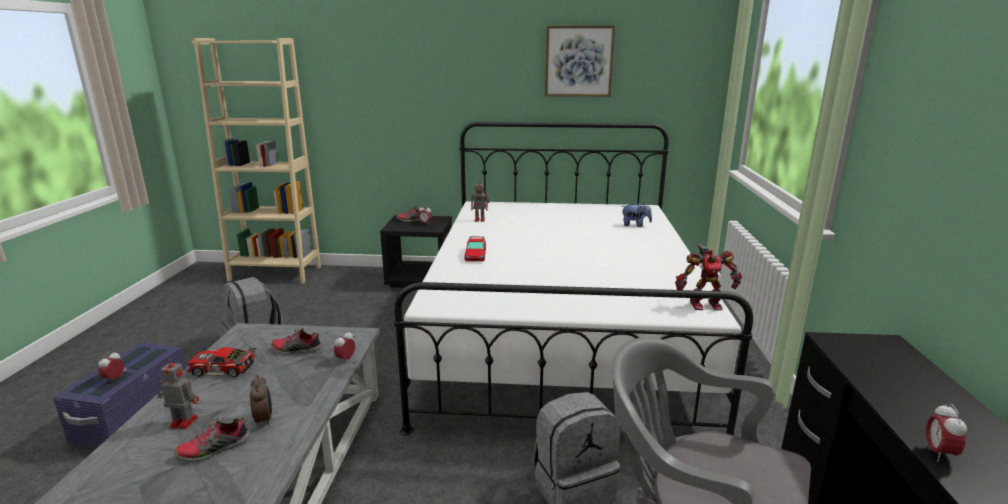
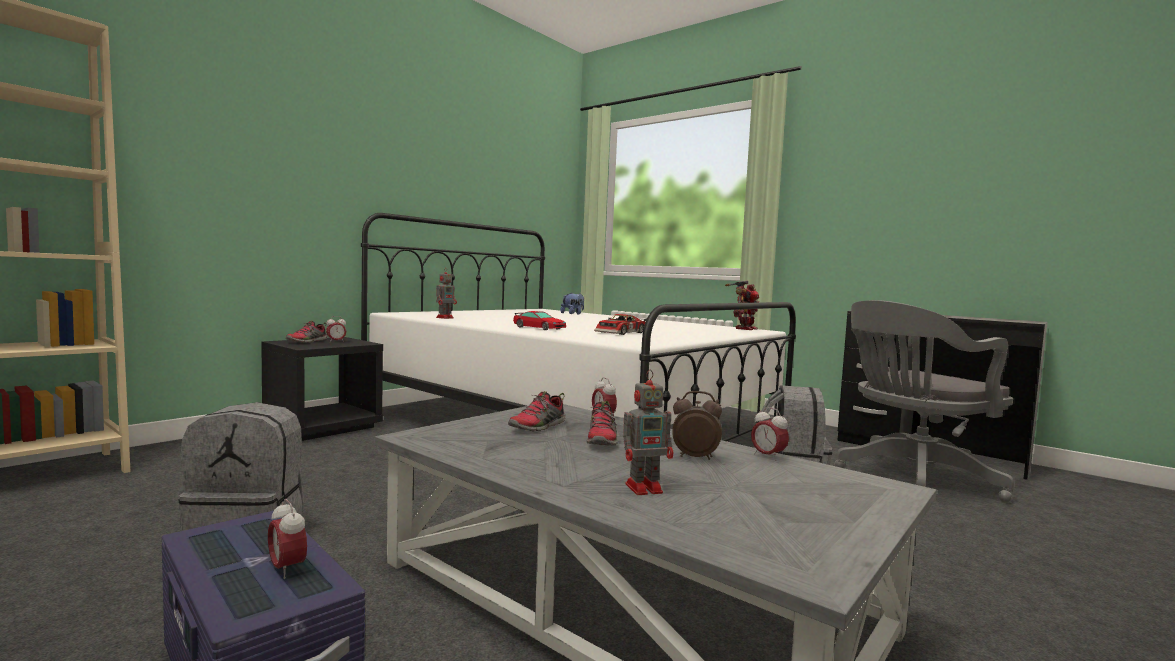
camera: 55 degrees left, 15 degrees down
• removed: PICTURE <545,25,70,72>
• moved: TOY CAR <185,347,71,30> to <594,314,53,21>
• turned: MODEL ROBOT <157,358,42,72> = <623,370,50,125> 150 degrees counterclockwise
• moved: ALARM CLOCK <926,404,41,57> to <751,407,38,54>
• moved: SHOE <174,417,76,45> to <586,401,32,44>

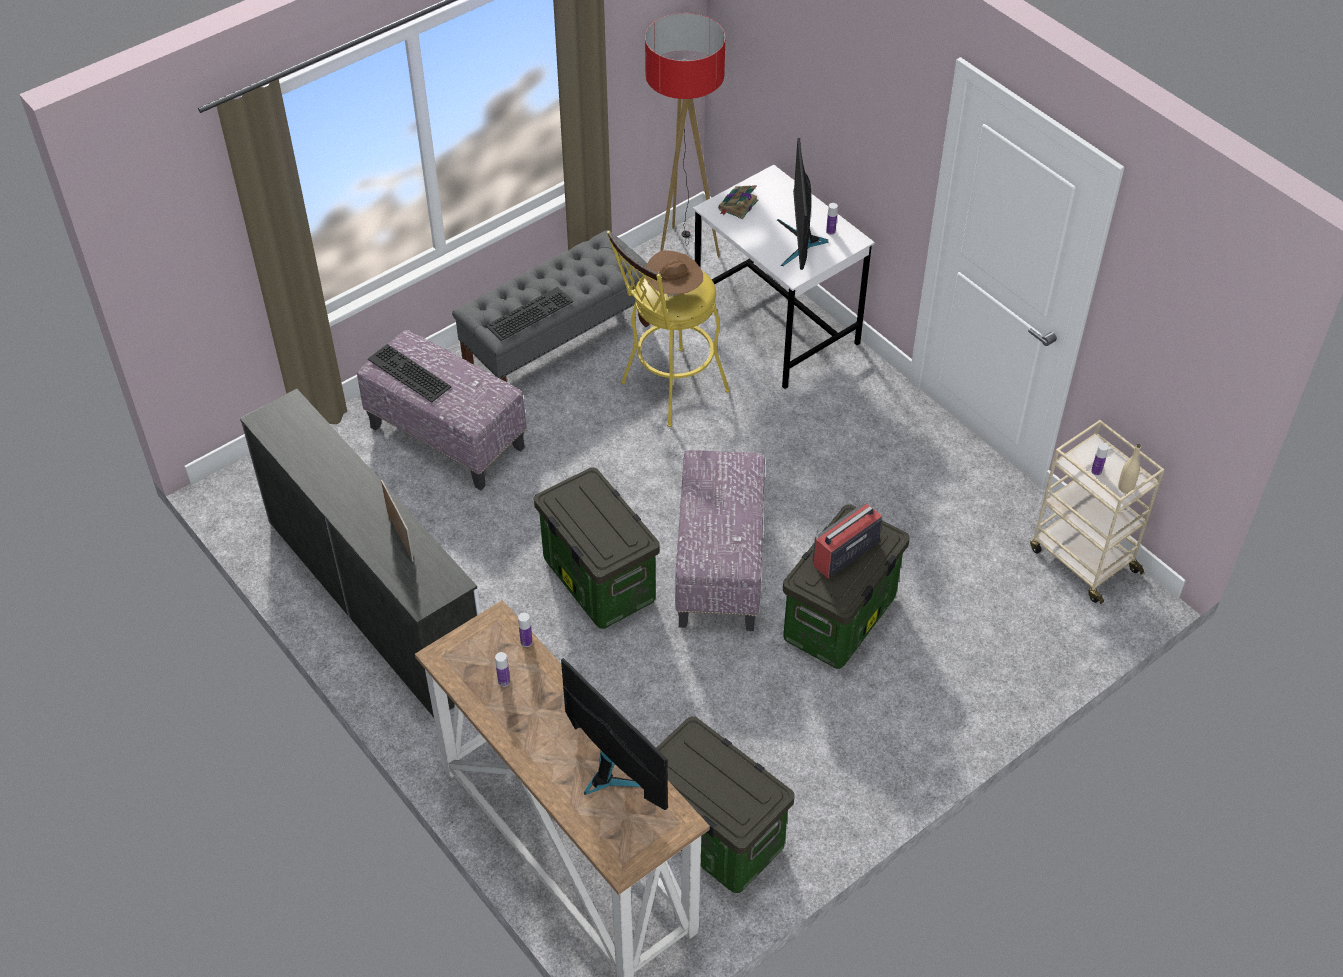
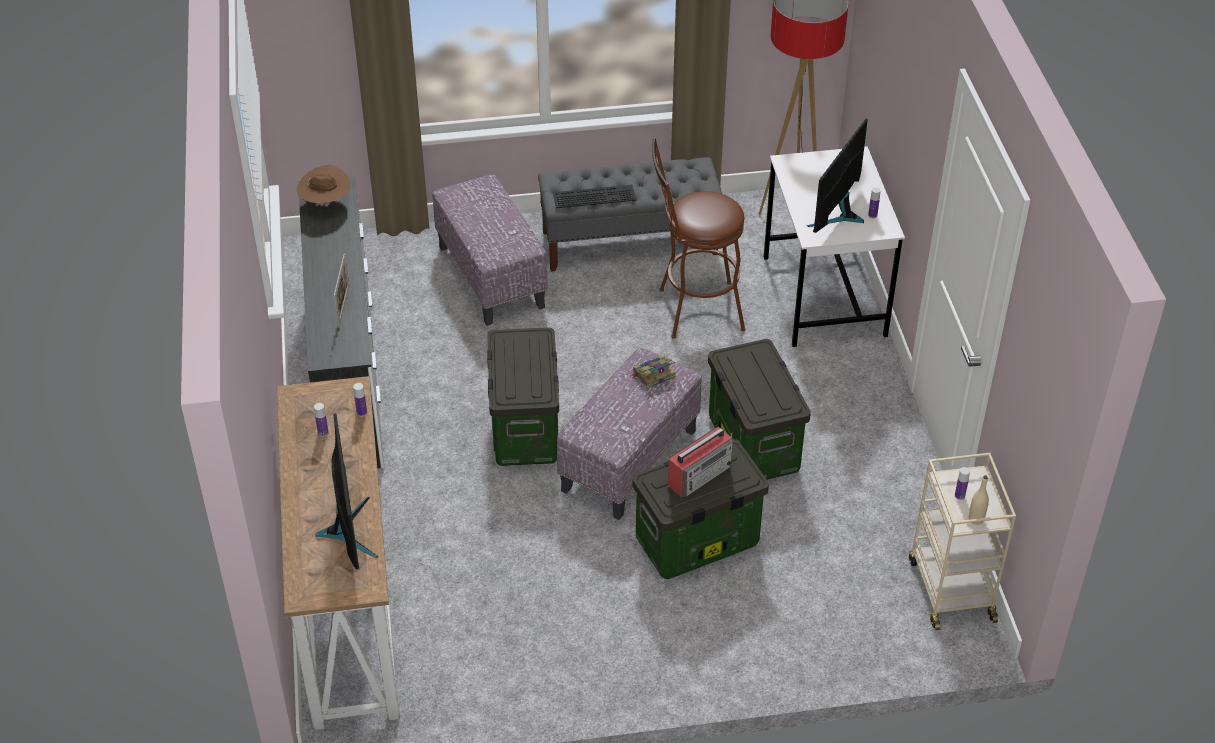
camera: 30 degrees right, 5 degrees down
• moved: BOUND BOOK <718,185,40,34> to <630,355,46,34>
• recoloured: YELLOW-COLOURED STOOL SEAT <607,231,123,196> to BROWN-COLOURED STOOL SEAT <652,137,93,202>
• moved: BROWN-COLOURED HAT <646,250,57,47> to <297,164,53,43>
• removed: KEYBOARD <368,344,83,58>
• turned: RADIO <813,503,69,75> = <668,427,65,70> 150 degrees clockwise
• moved: STORAGE BIN <656,716,139,177> to <708,339,103,141>

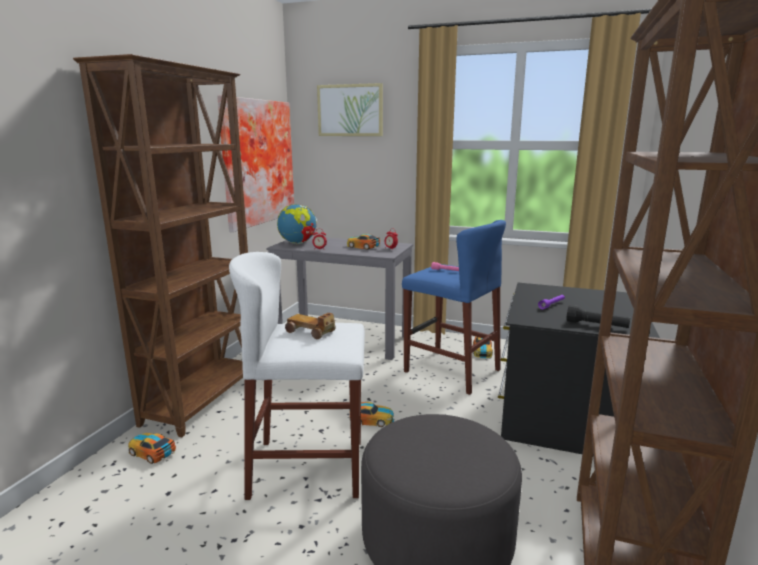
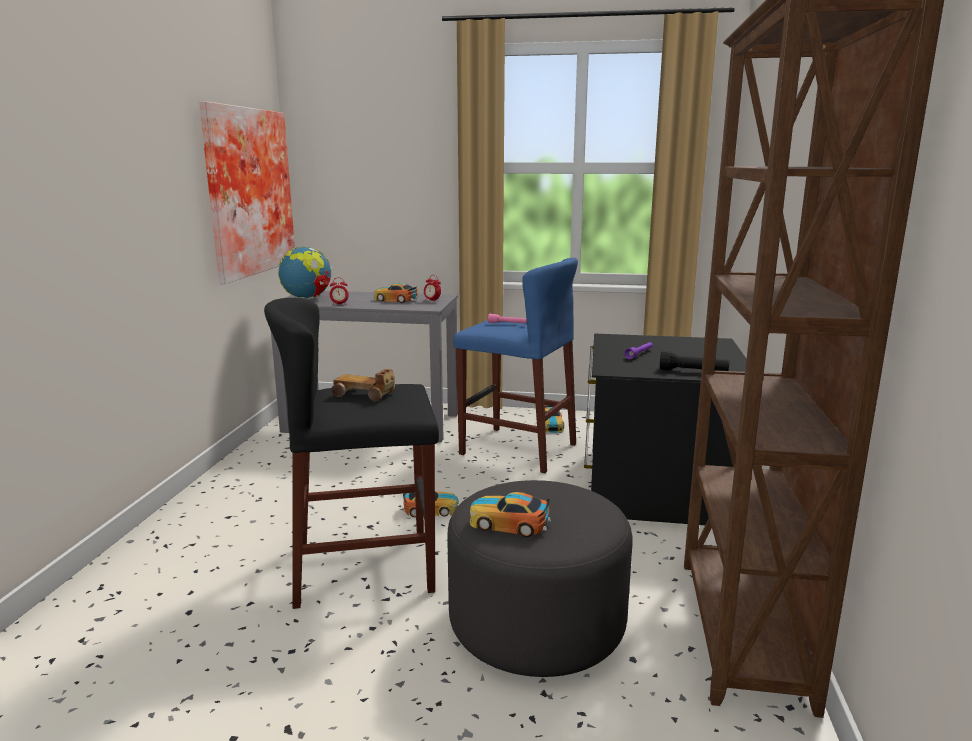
camera: 10 degrees left, 0 degrees up
• removed: BROWN-COLOURED BOOKSHELF <73,54,175,383>
• removed: PICTURE <317,83,66,53>
• recoloured: WHITE-COLOURED STOOL SEAT <229,252,136,248> to BLACK-COLOURED STOOL SEAT <264,298,175,311>
• moved: TOY CAR <128,433,48,31> to <470,492,81,45>

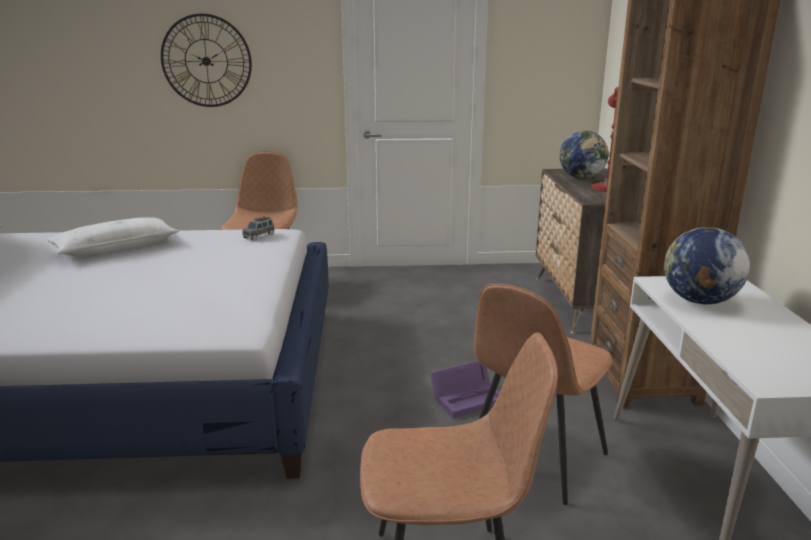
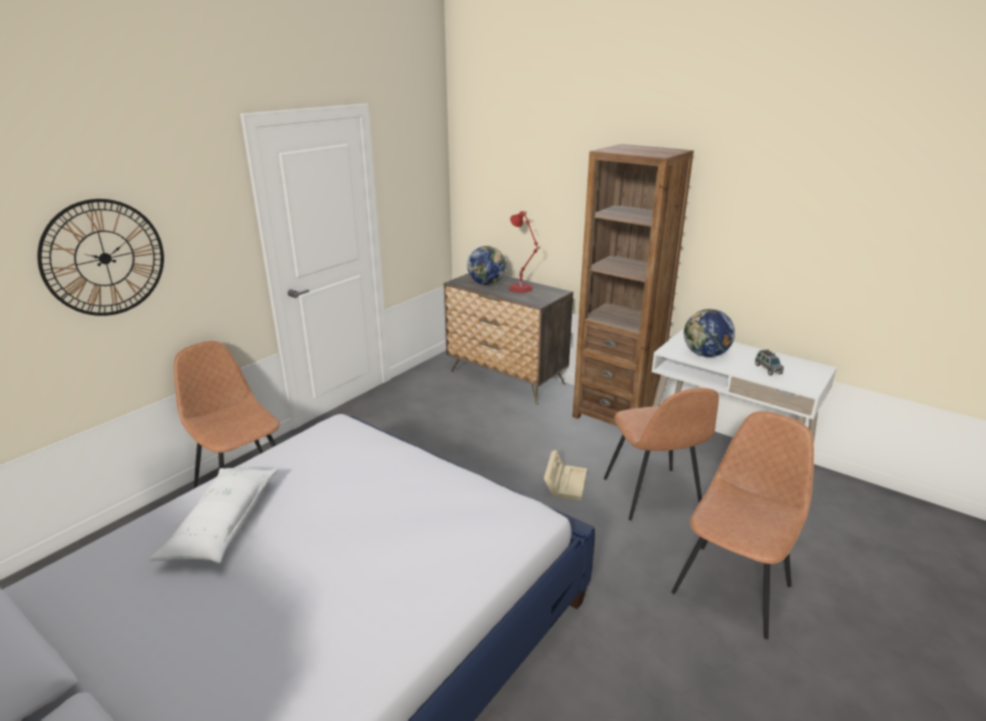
camera: 50 degrees left, 5 degrees up
• moved: GRAY TOY CAR <242,216,33,25> to <755,349,29,26>
• recoloured: PURPLE STORAGE BIN <430,360,70,59> to BEIGE STORAGE BIN <544,450,43,51>

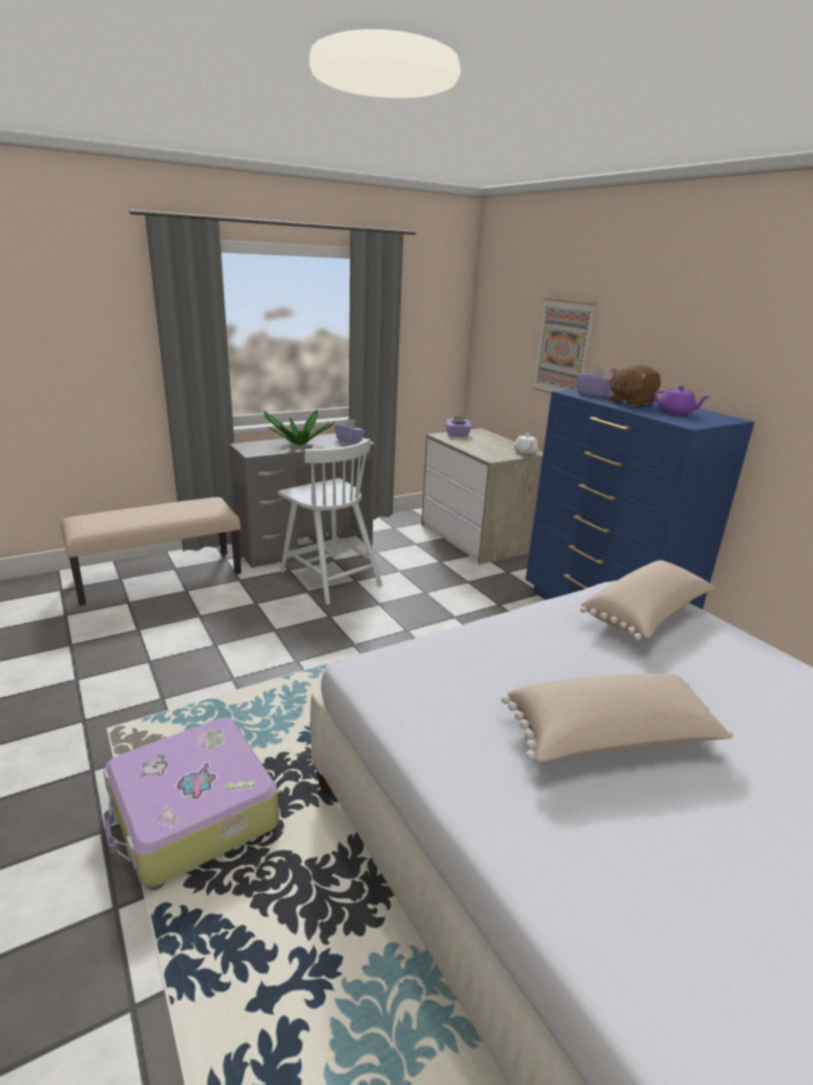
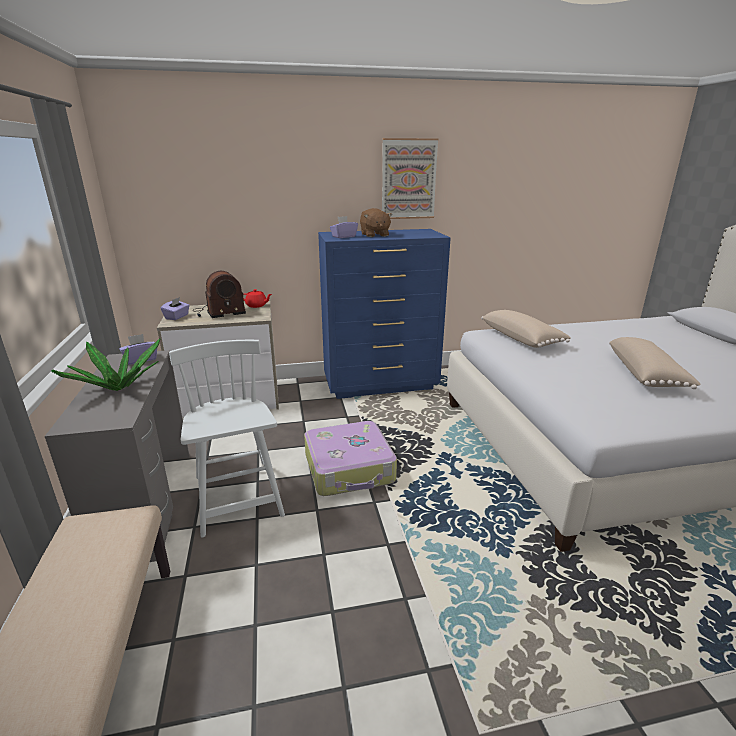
camera: 70 degrees left, 0 degrees up
• moved: PICTURE <533,298,63,95> to <382,138,56,81>
• removed: PURPLE TEA POT <654,386,56,29>
• recoloured: WHITE-COLOURED TEA POT <514,433,25,21> to RED TEA POT <243,289,29,19>
• turned: WHITE-COLOURED CHAIR <278,439,104,166> = <169,340,116,197> 90 degrees counterclockwise
• moved: TRAVEL CASE <103,718,176,169> to <304,421,93,75>
• added: RADIO <193,271,53,47>

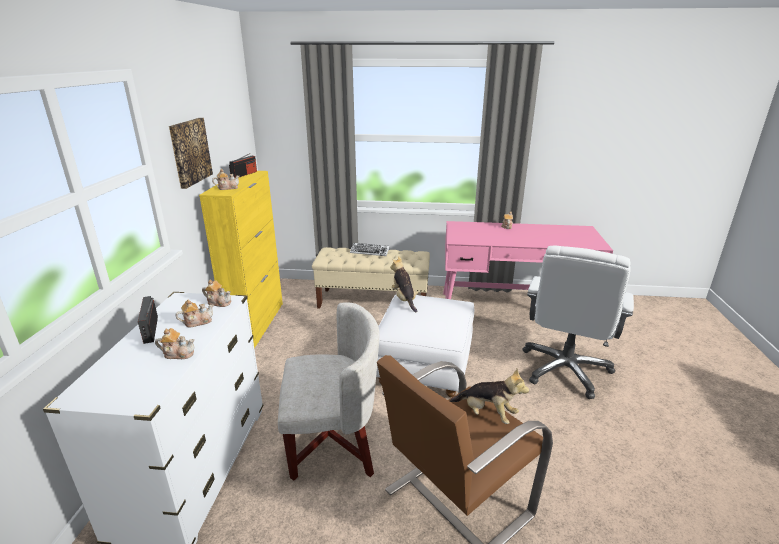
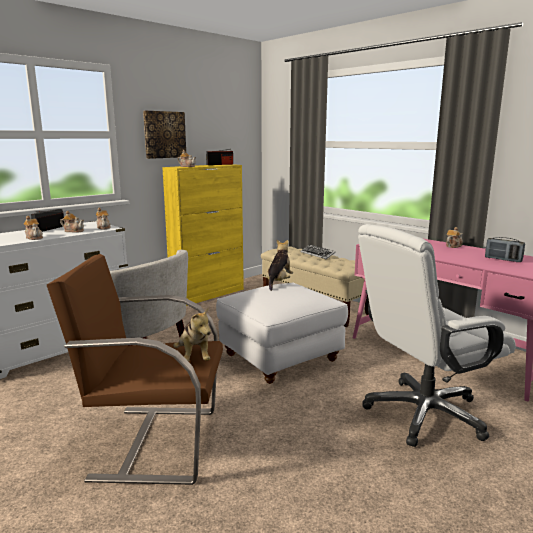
camera: 40 degrees right, 10 degrees down
• added: RADIO <485,237,40,25>

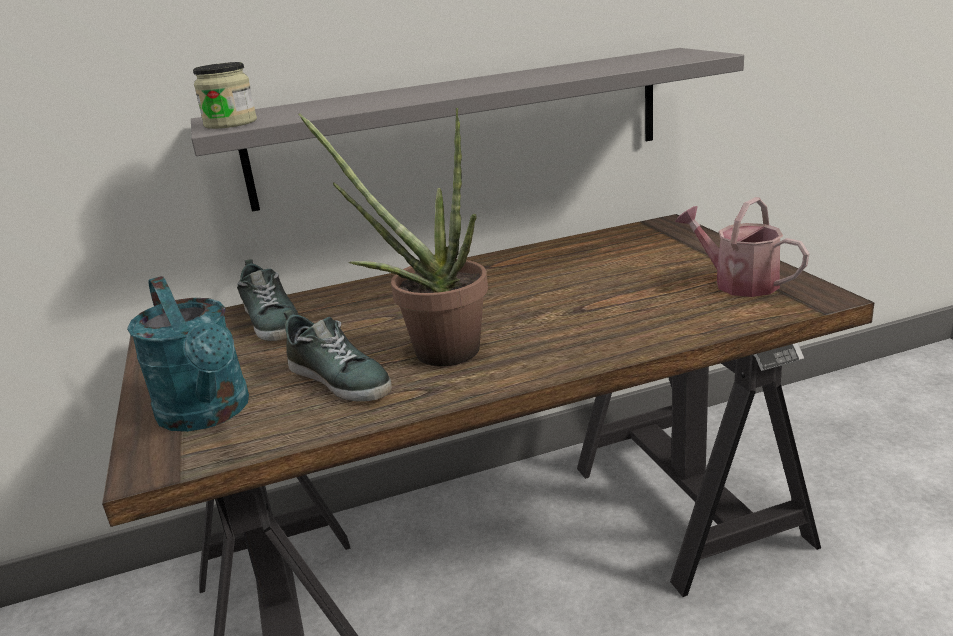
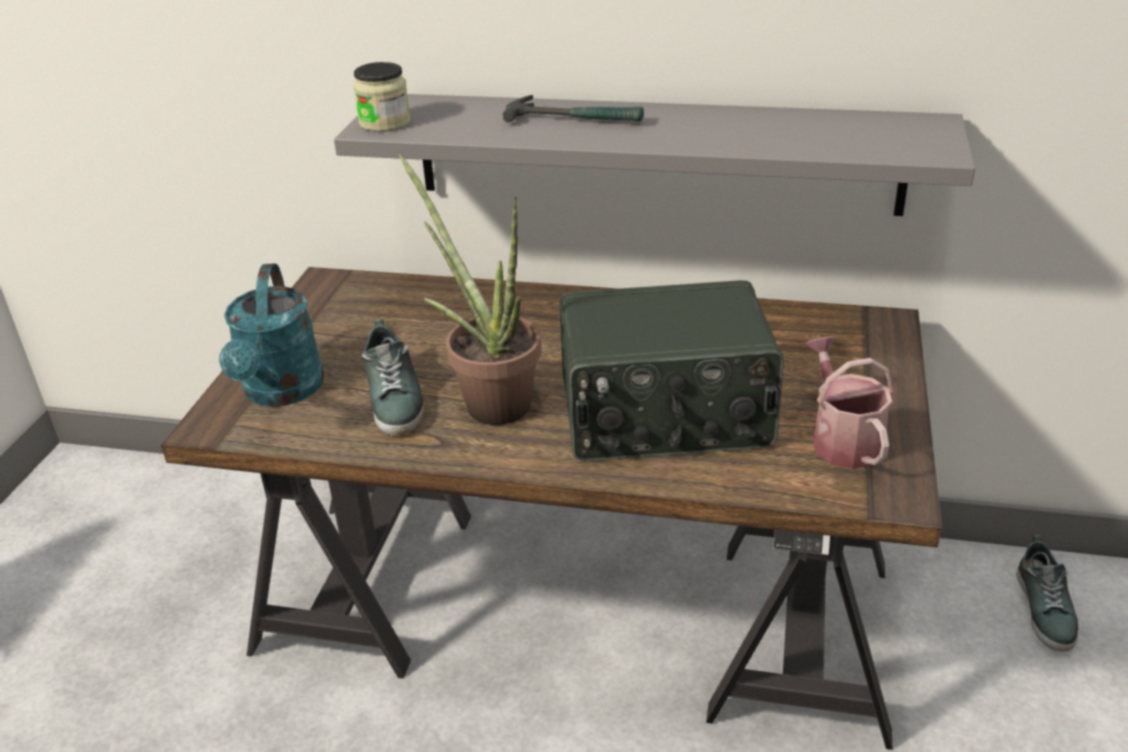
camera: 30 degrees right, 10 degrees up
• moved: SHOE <237,259,62,82> to <1016,534,62,118>
• added: HAMMER <503,95,141,27>
• added: RADIO <559,280,225,181>

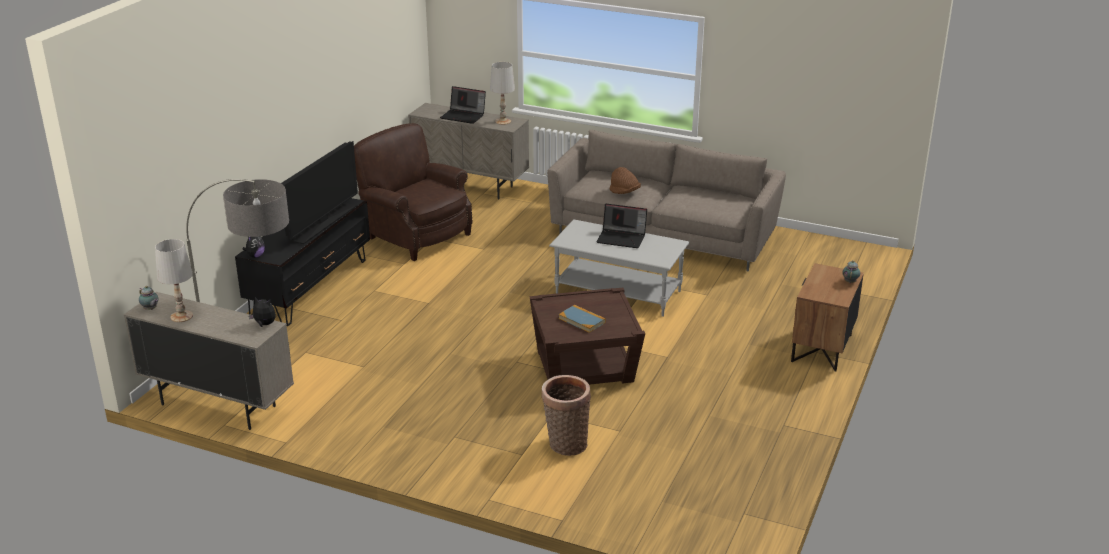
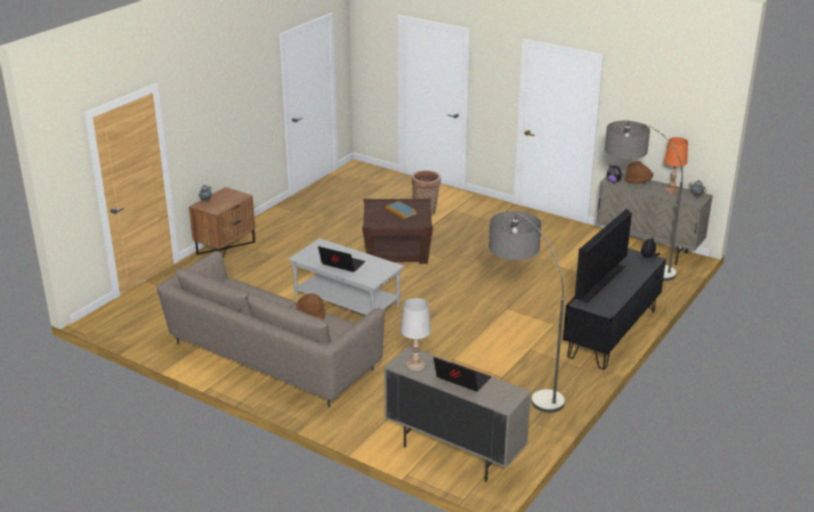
camera: 170 degrees left, 0 degrees up
• replaced: BROWN-COLOURED LOUNGE CHAIR <354,123,119,138> to FLOOR LAMP <489,211,76,202>
• recoloured: WHITE-COLOURED TABLE LAMP <155,239,38,83> to ORANGEY TABLE LAMP <664,137,24,57>
• added: BROWN-COLOURED HAT <624,161,29,23>

